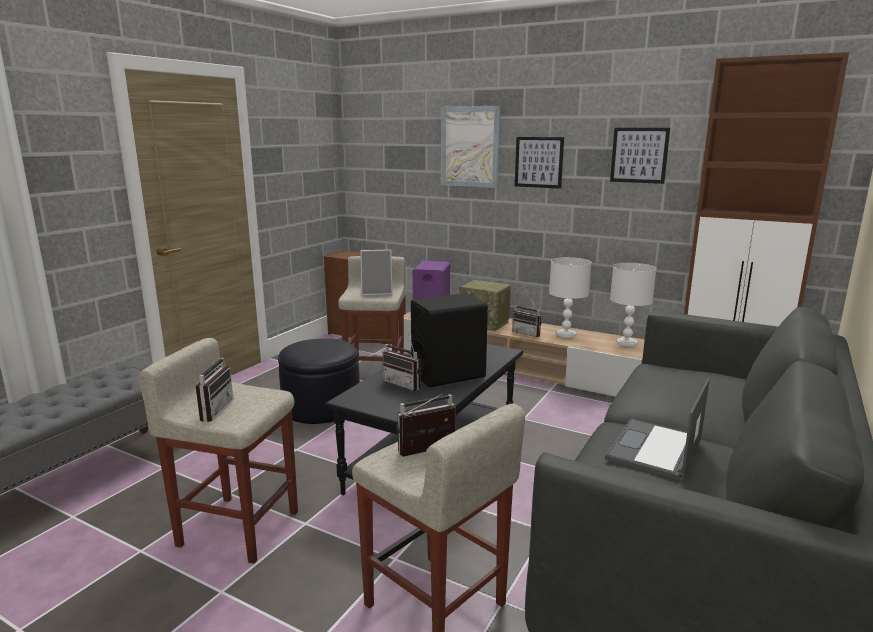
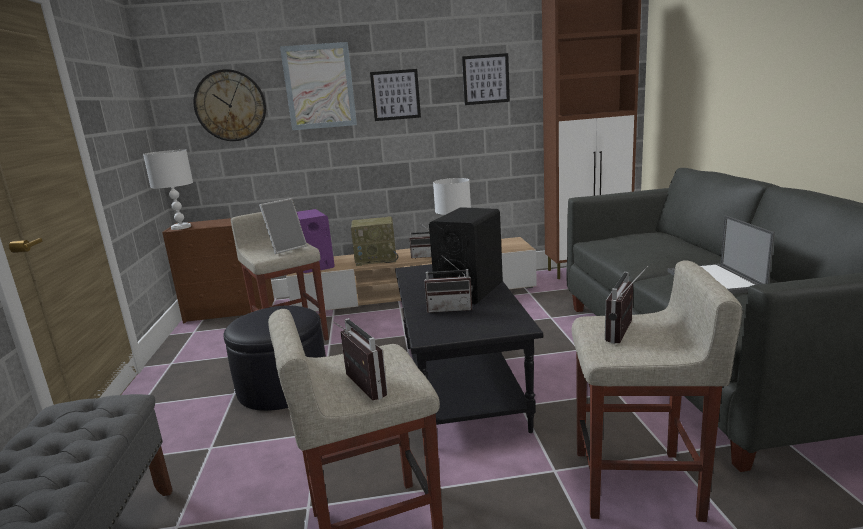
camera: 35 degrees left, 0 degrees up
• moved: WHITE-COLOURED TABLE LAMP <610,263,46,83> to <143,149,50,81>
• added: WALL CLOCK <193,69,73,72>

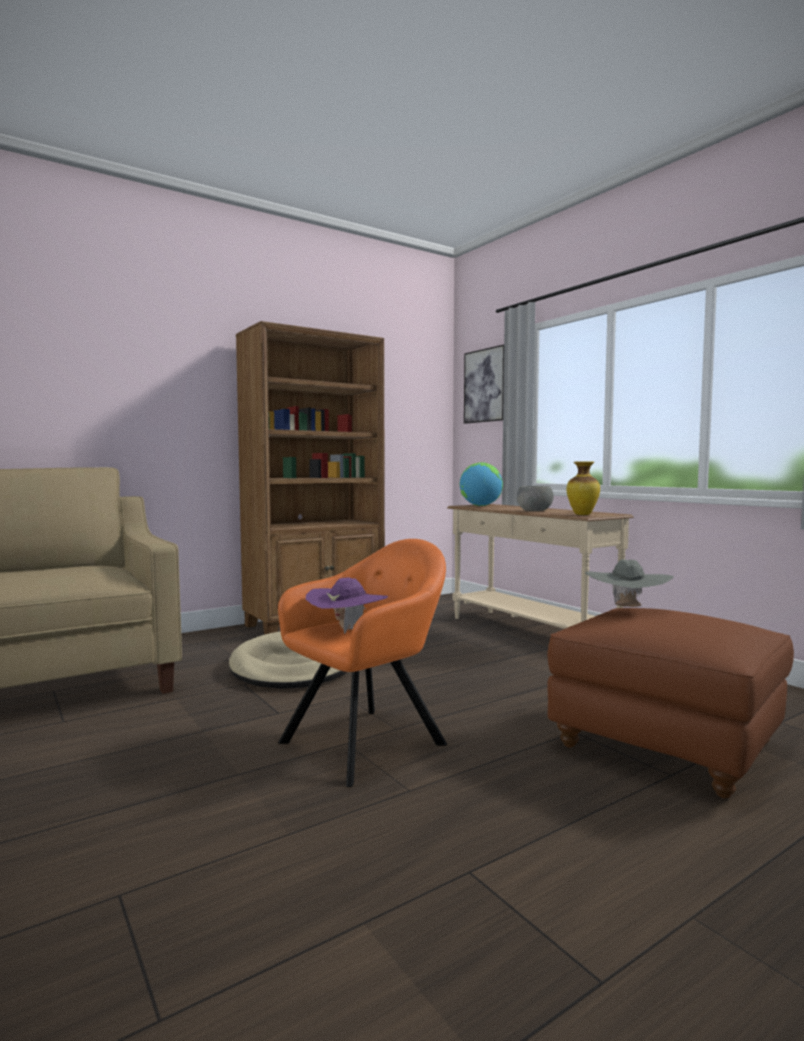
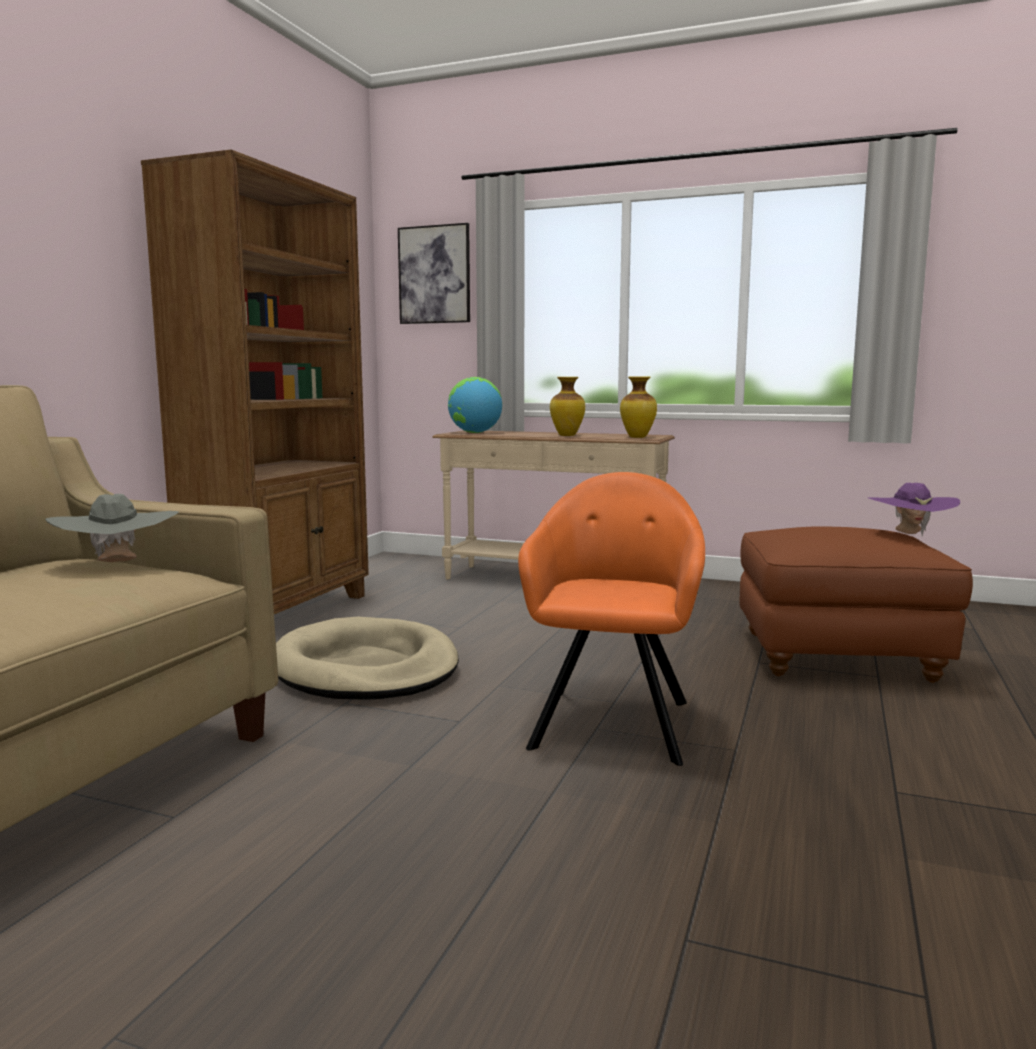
camera: 35 degrees left, 5 degrees up
• replaced: GRAY BOWL <517,486,37,25> to VASE <550,377,35,59>
• moved: GRAY HAT <585,559,89,48> to <45,494,134,68>
• moved: PURPLE HAT <306,578,82,56> to <869,483,91,54>

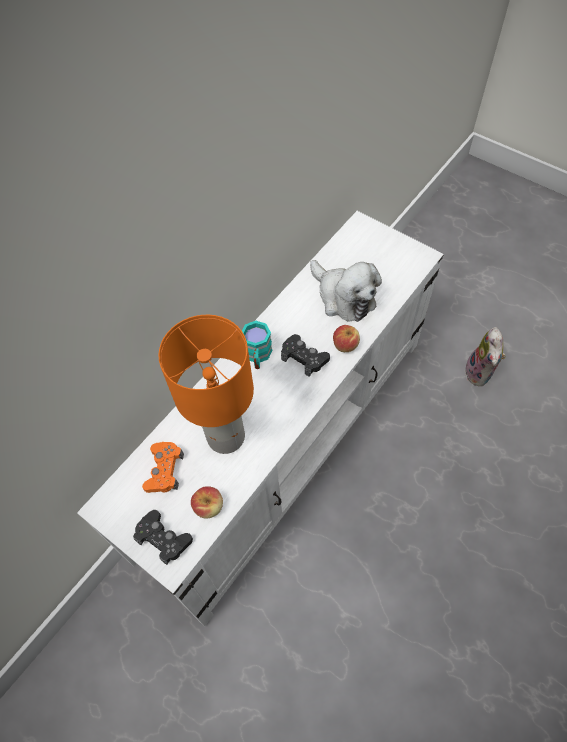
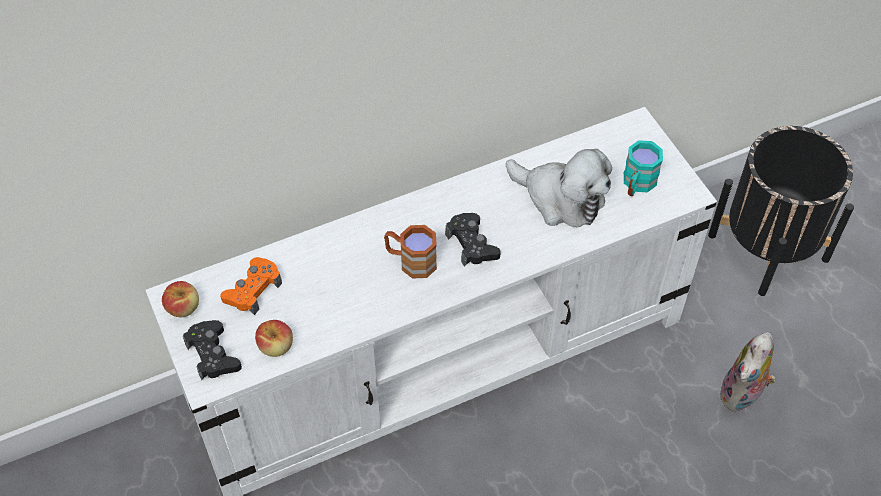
camera: 25 degrees right, 5 degrees down
• turned: PLUSH TOY <310,260,72,62> = <506,149,106,78> 45 degrees counterclockwise
• removed: ORANGEY TABLE LAMP <158,315,96,139>
• moved: TURQUOISE-COLOURED COFFEE MUG <242,321,31,48> to <624,140,39,56>
• moved: WHOLE APPLE <333,325,27,27> to <162,281,37,36>
• added: BLACK-COLOURED PLANT POT <708,126,146,170>
• added: BROWN-COLOURED COFFEE MUG <384,225,53,54>

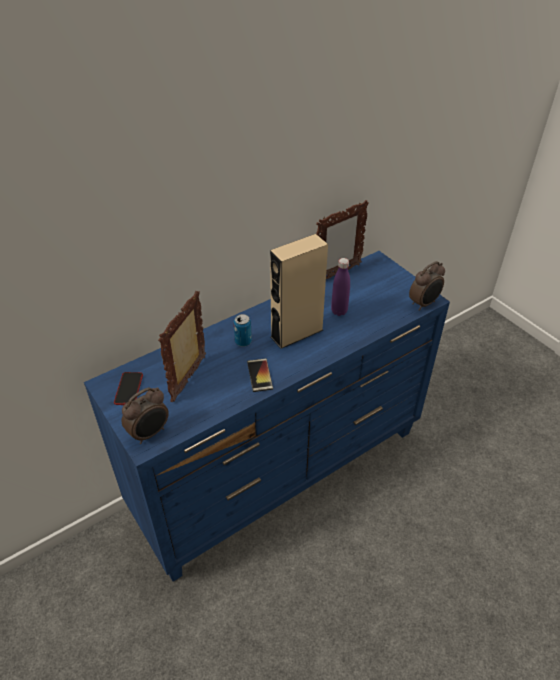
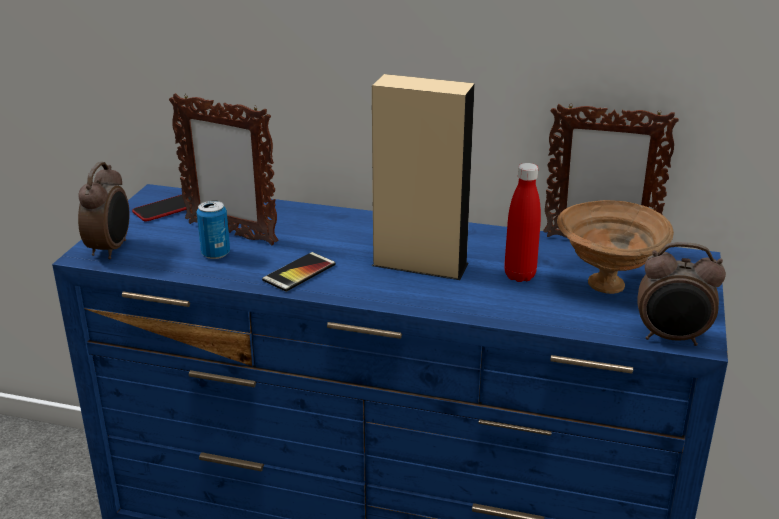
camera: 50 degrees right, 15 degrees down
• recoloured: PURPLE BOTTLE <331,258,19,58> to RED BOTTLE <505,163,36,119>
• turned: PICTURE FRAME <158,291,48,111> = <169,93,109,152> 135 degrees counterclockwise
• moved: CAN <234,314,18,32> to <197,200,33,59>
• turned: ALARM CLOCK <122,387,47,57> = <78,162,52,97> 90 degrees counterclockwise
• added: BROWN-COLOURED BOWL <557,200,117,94>

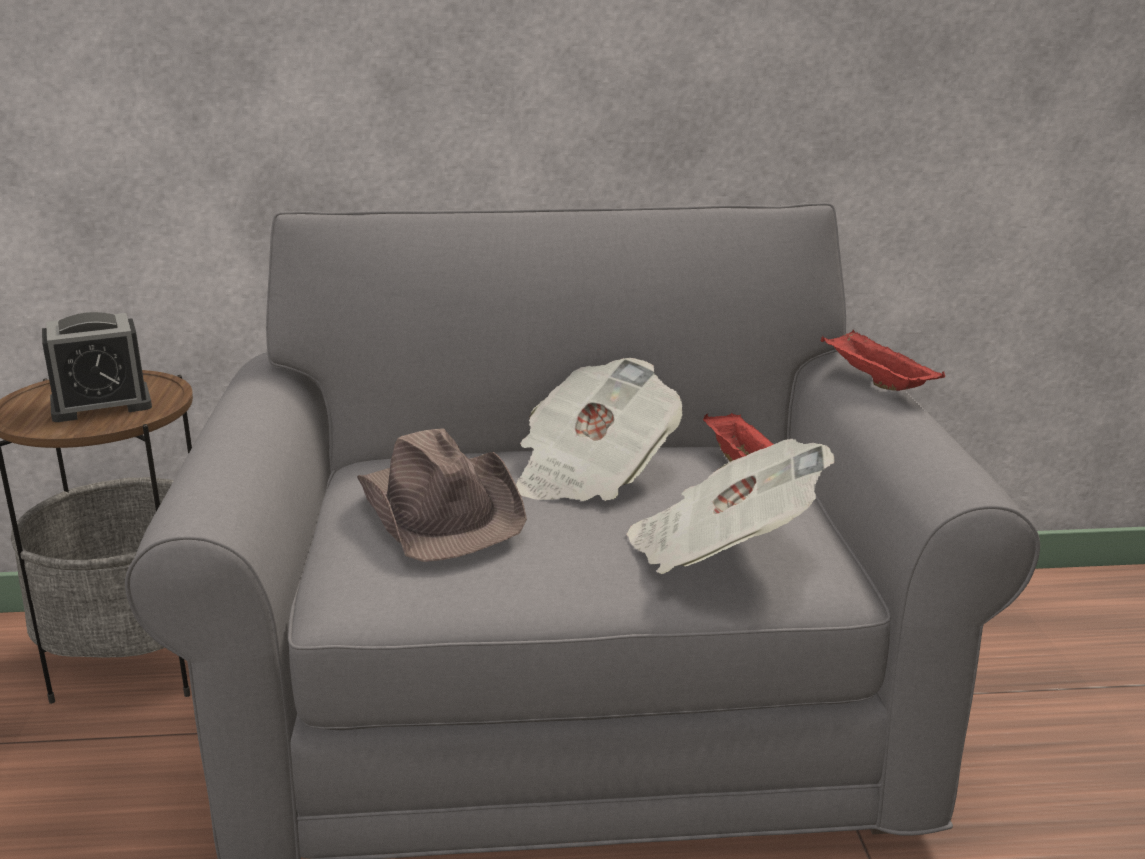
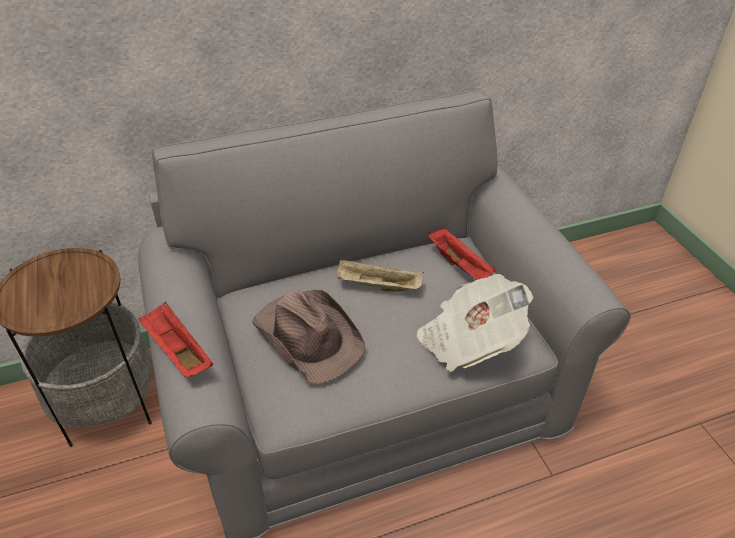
camera: 15 degrees left, 20 degrees up
• removed: ALARM CLOCK <42,312,110,110>
• moved: RED SERVING TRAY <821,329,124,62> to <138,302,75,76>
• replaced: NEWSPAPER <516,358,167,143> to BEIGE SERVING TRAY <337,260,87,32>

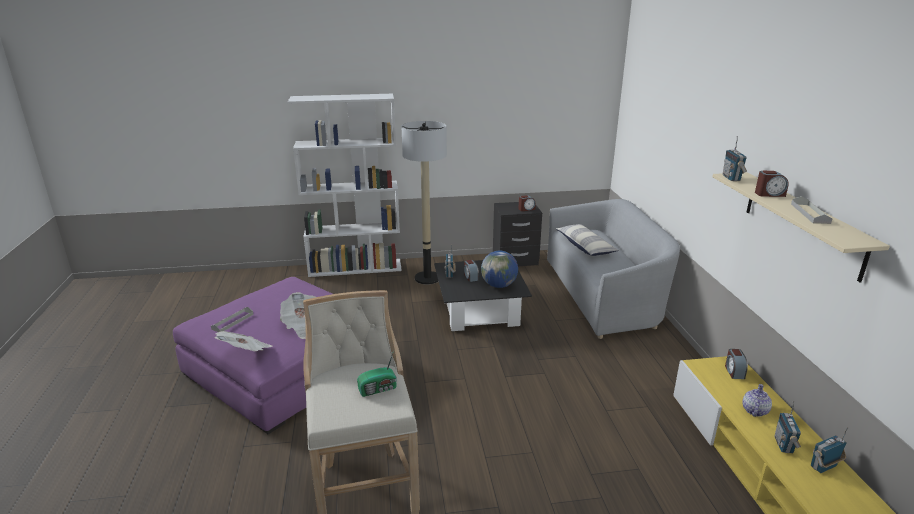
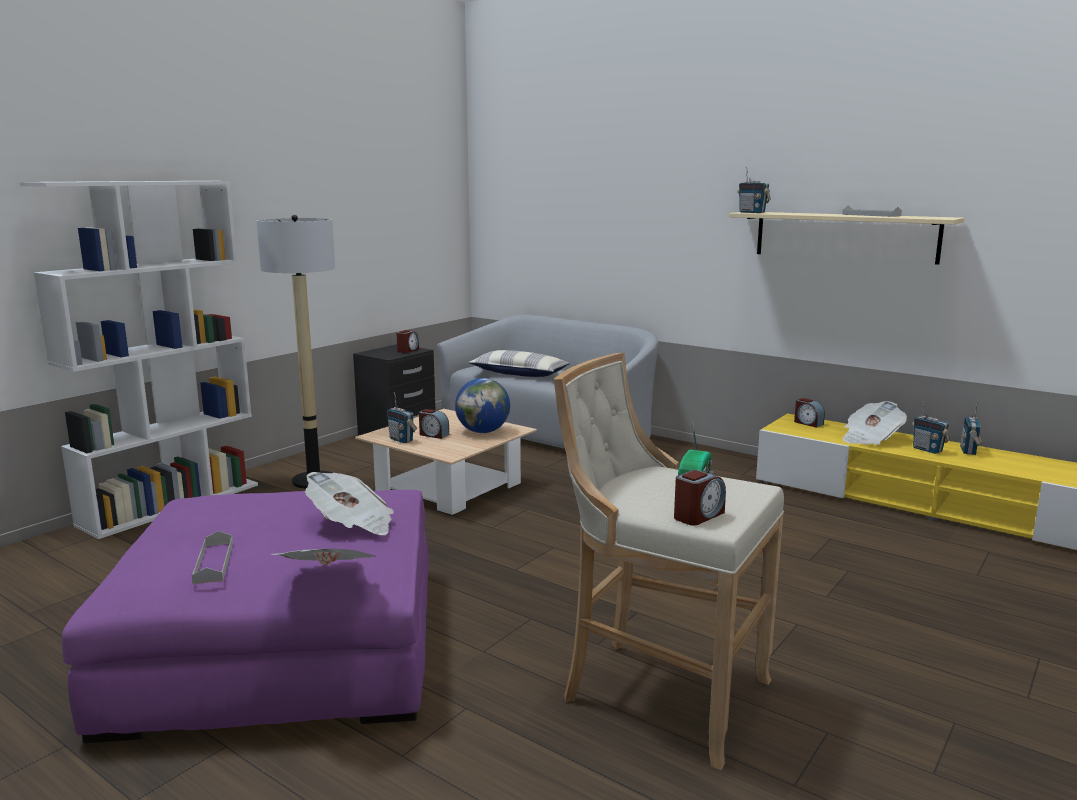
camera: 45 degrees left, 10 degrees down
• moved: ALARM CLOCK <755,171,34,26> to <674,470,52,56>
• recoloured: BLACK-COLOURED LOUNGE TABLE <434,260,98,71> to BEIGE LOUNGE TABLE <355,409,182,106>
• replaced: TEA POT <742,384,30,33> to NEWSPAPER <842,401,65,44>

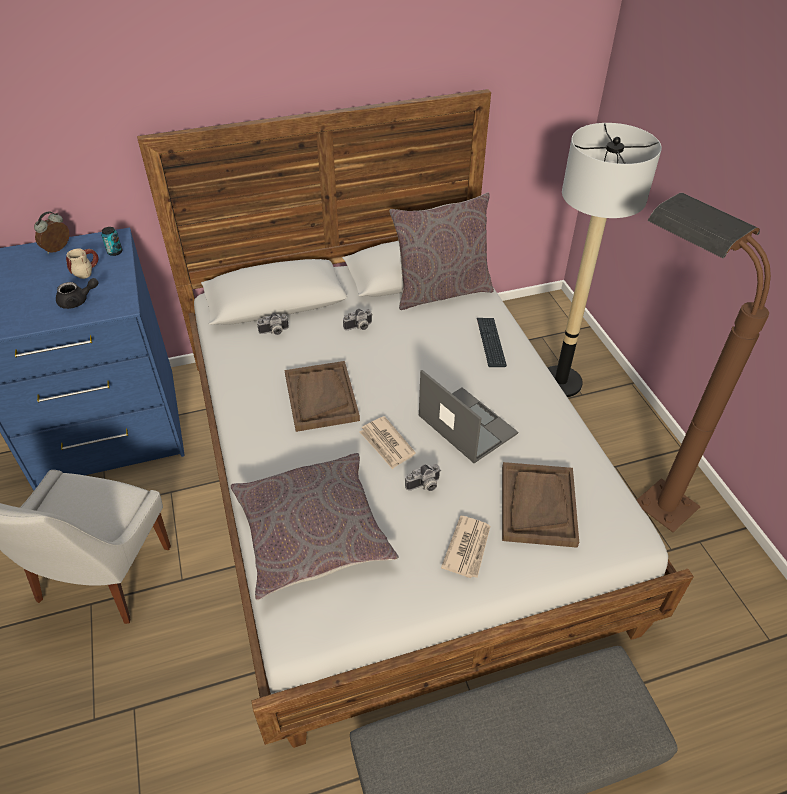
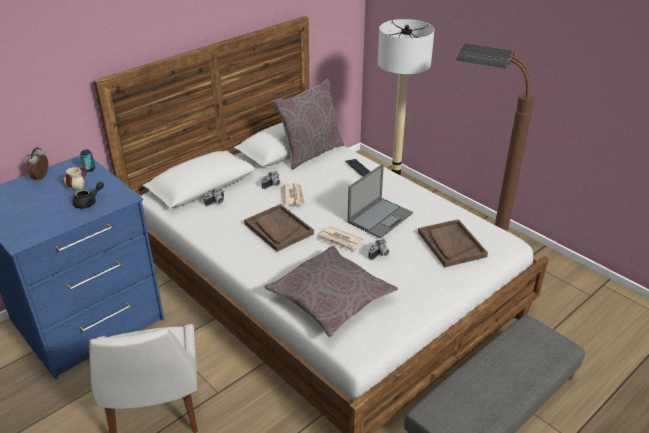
camera: 25 degrees left, 10 degrees down
• turned: LAPTOP <419,370,99,93> = <348,164,65,75> 105 degrees clockwise
• moved: NEWSPAPER <441,515,49,63> to <283,183,22,23>

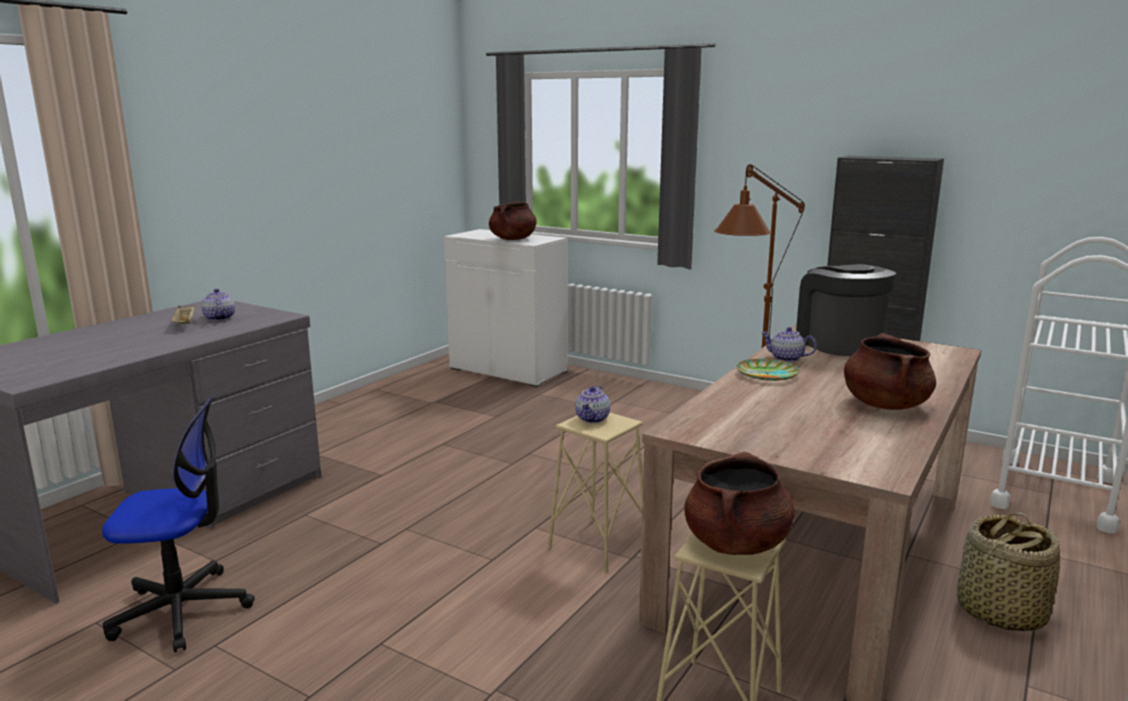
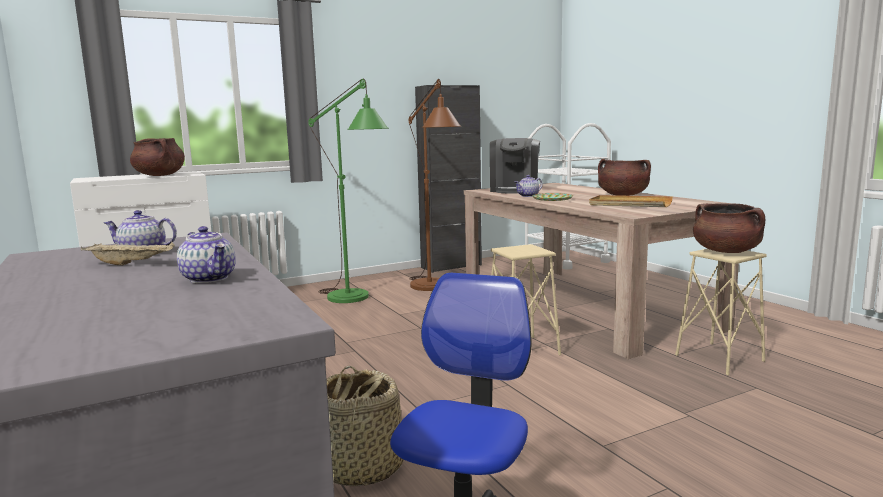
camera: 60 degrees left, 5 degrees down
• turned: COFFEE MACHINE <796,264,100,92> = <490,138,50,55> 90 degrees counterclockwise
• moved: TEA POT <575,385,35,38> to <177,226,59,57>
• moved: HOUSEHOLD BASKET <957,513,103,118> to <326,365,78,121>
• added: GREEN FLOOR LAMP <308,79,81,224>
• added: BEIGE SERVING TRAY <589,195,84,12>

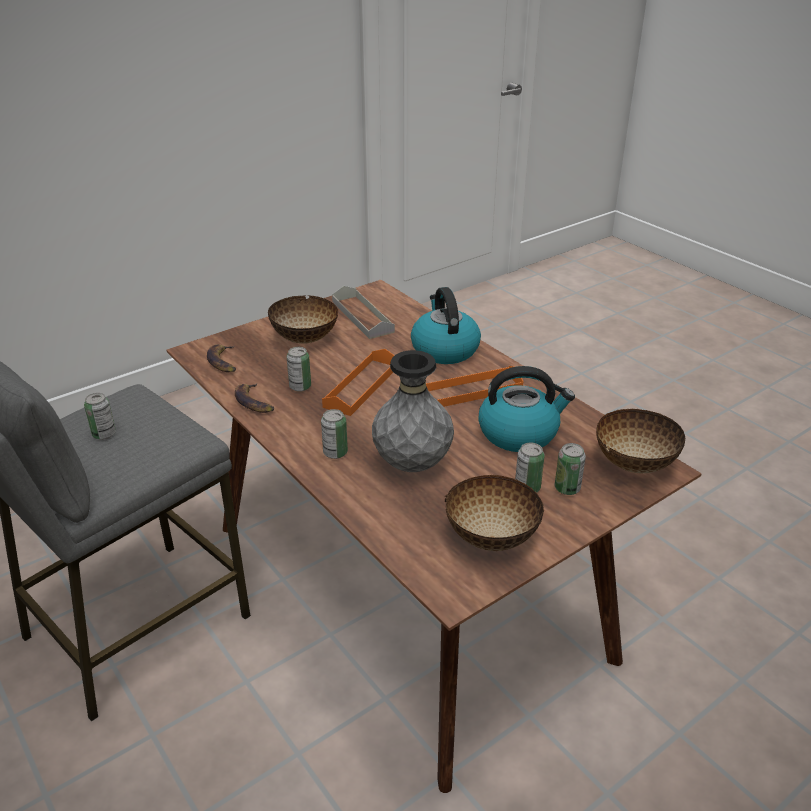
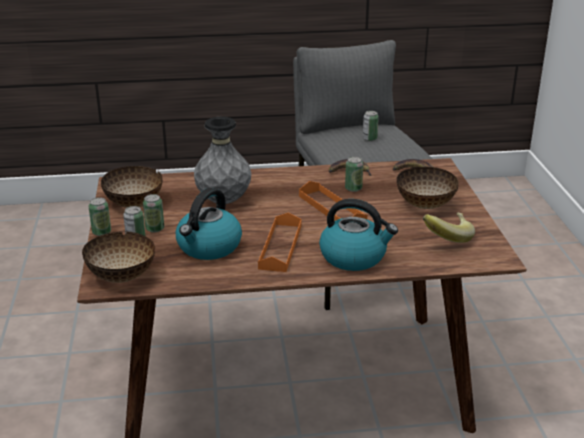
camera: 120 degrees right, 5 degrees down
• replaced: GRAY SERVING TRAY <332,286,63,53> to WHOLE BANANA <423,213,52,30>
• moved: CAN <321,409,27,50> to <89,197,22,39>

